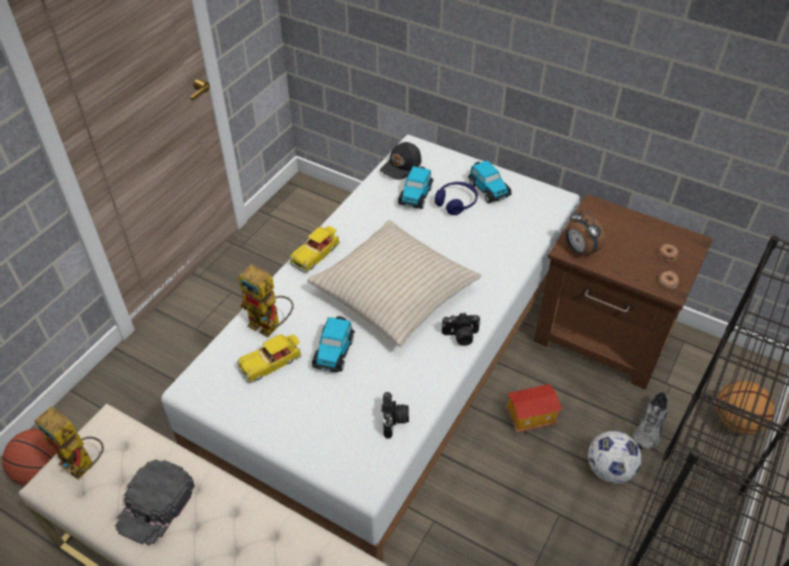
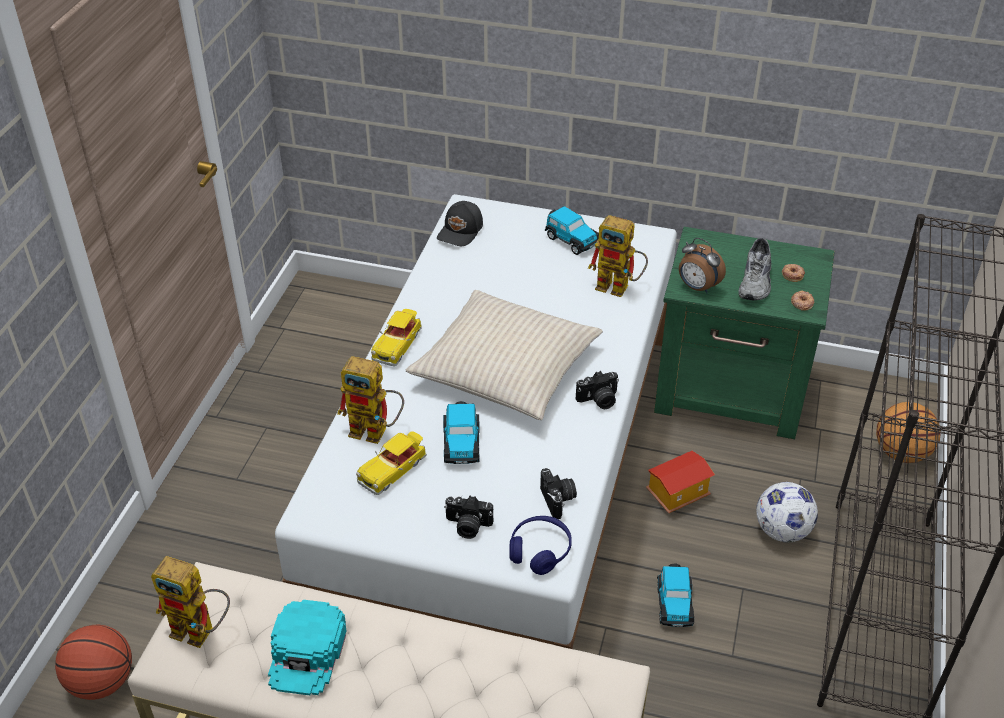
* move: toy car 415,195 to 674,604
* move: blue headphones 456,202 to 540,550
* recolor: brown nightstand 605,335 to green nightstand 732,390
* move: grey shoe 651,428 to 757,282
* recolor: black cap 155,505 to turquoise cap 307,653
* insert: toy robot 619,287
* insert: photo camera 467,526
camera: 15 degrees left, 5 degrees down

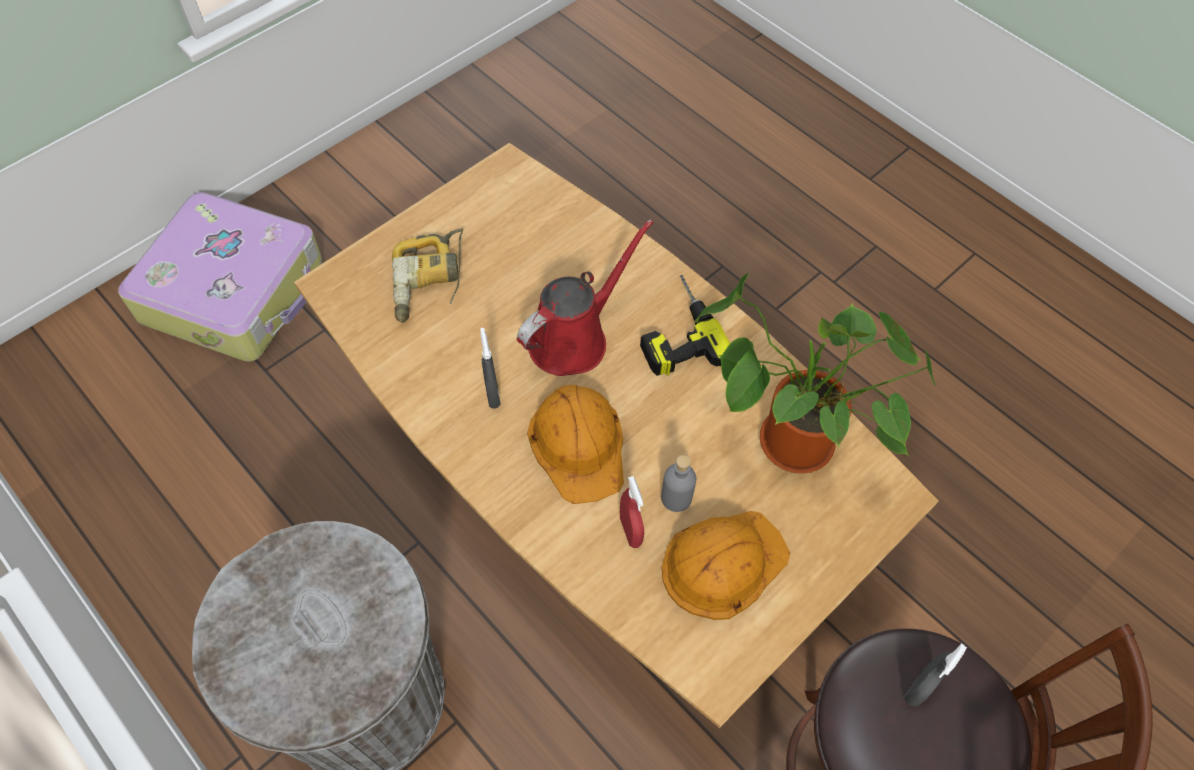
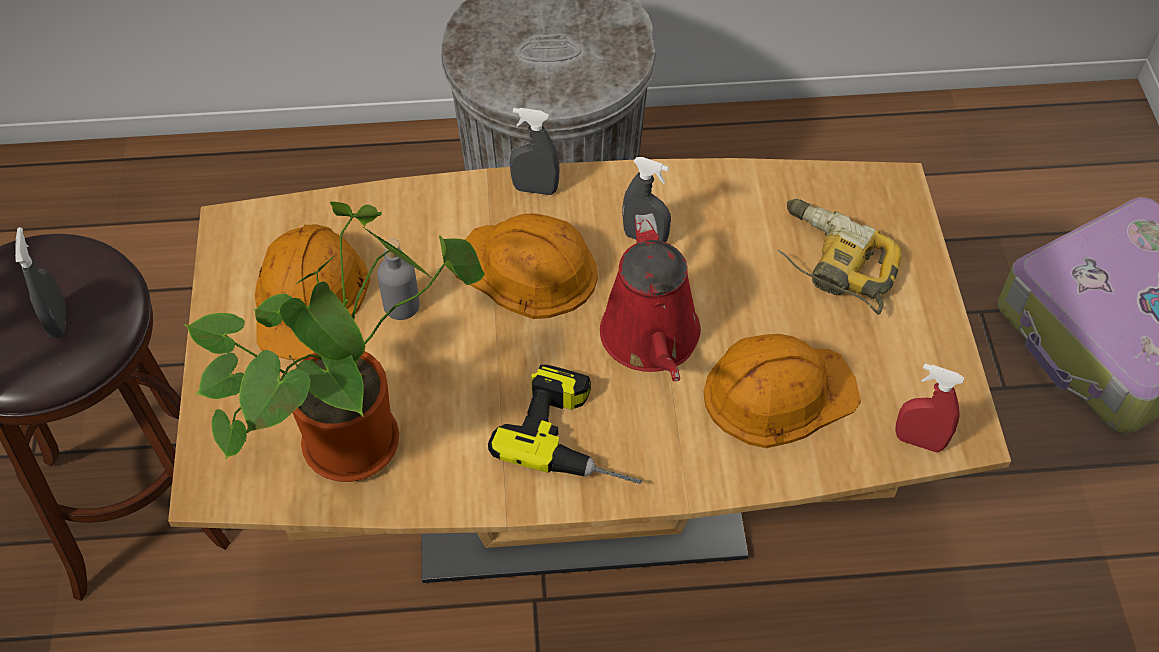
* move: red spray bottle 630,531 to 919,441
* insert: grey spray bottle 535,189
* insert: orange hard hat 778,392
camera: 130 degrees right, 5 degrees down

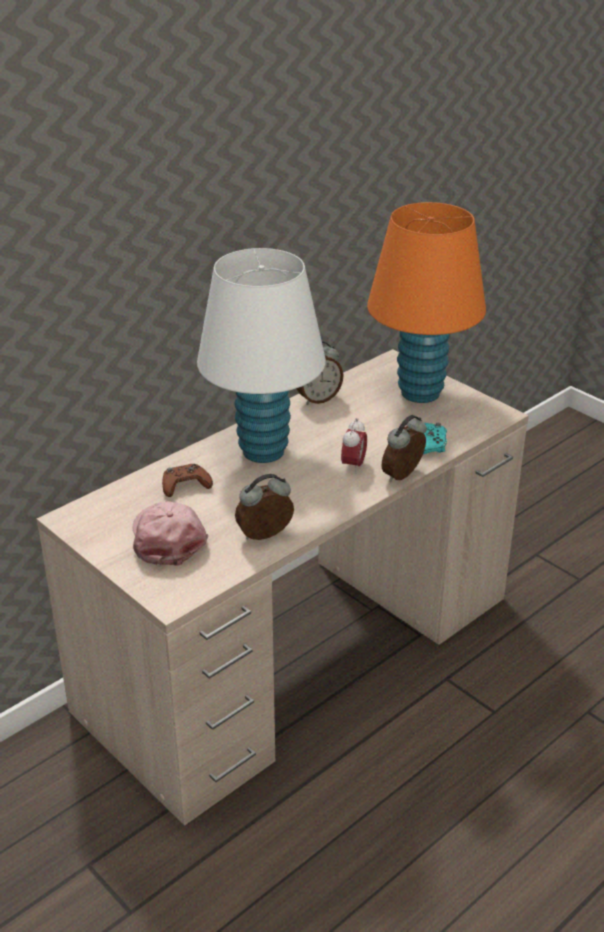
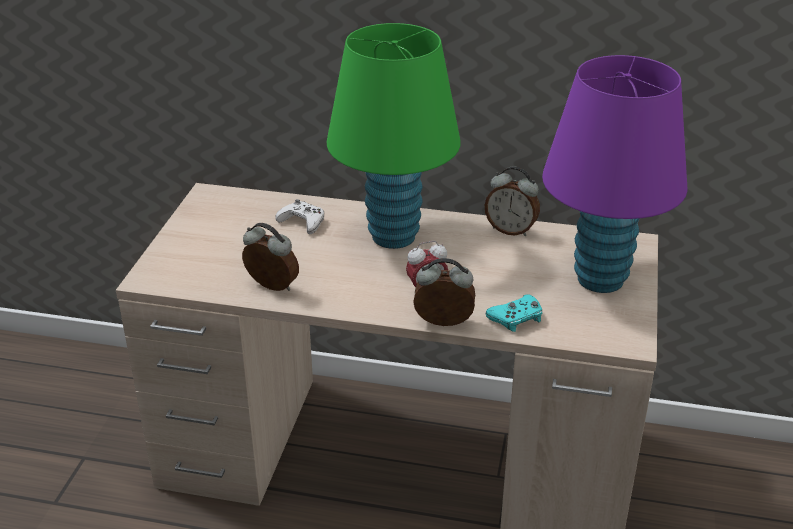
* recolor: orange table lamp 420,393 to purple table lamp 600,279
* recolor: white table lamp 263,451 to green table lamp 394,237
* recolor: brown game controller 185,485 to white game controller 303,222
* delete: pink cap 167,538
camera: 55 degrees right, 0 degrees up

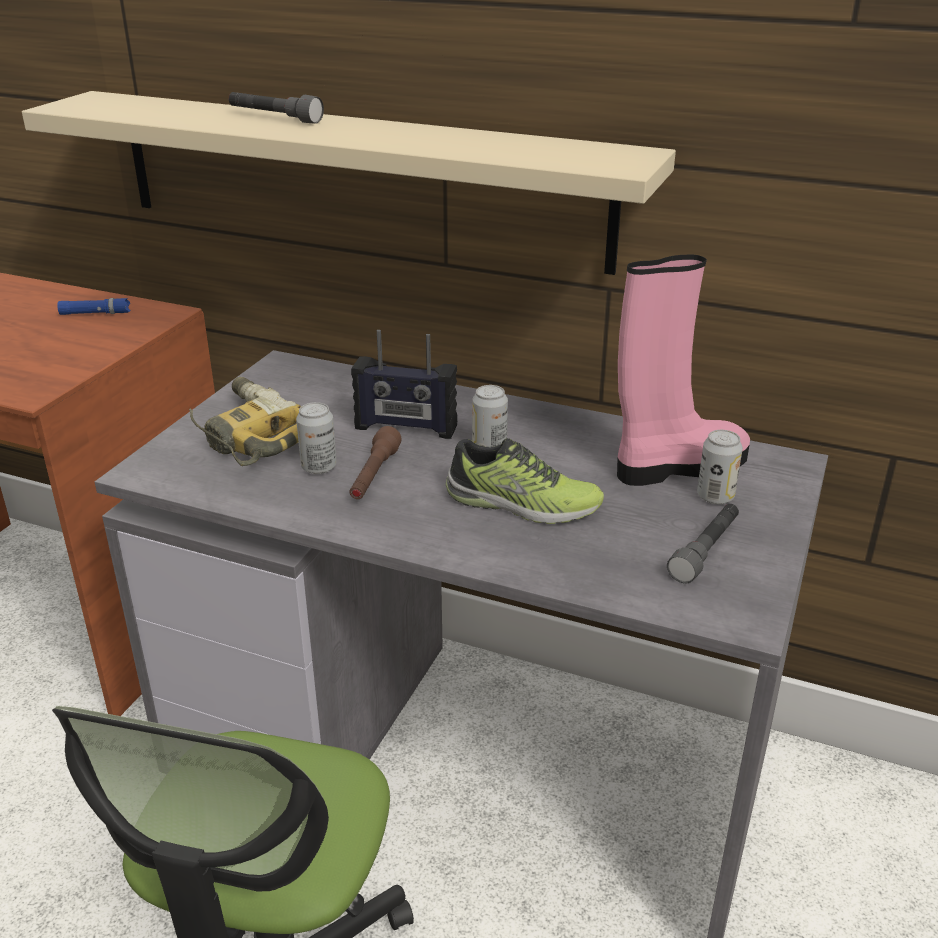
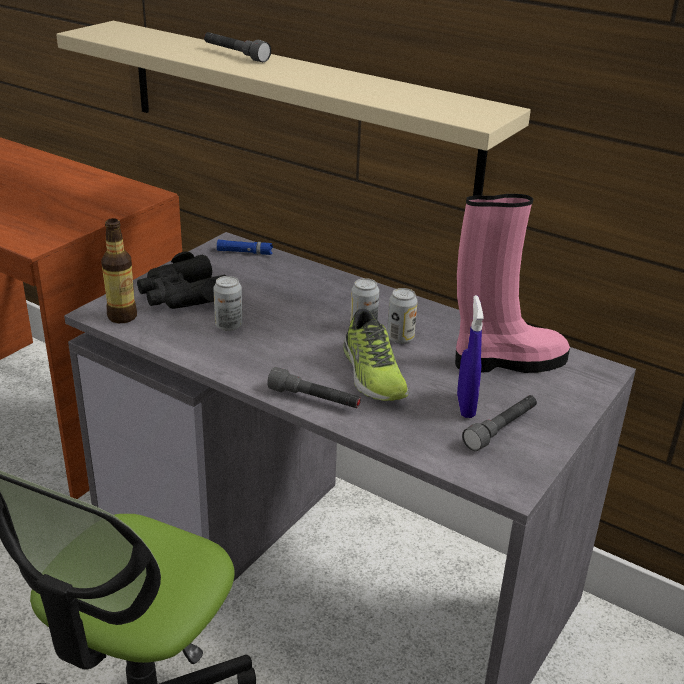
* move: blue flashlight 95,313 to 245,252
* delete: radio 405,428
* replace: power drill 246,435 to black binoculars 183,295
* delete: brown flashlight 374,476
* move: can 715,497 to 400,338
* rotate: shoe 522,504 = 372,374 45 degrees clockwise
* insert: bottle 122,316
* insert: blue spray bottle 465,406
* insert: grey flashlight 314,399
camera: 10 degrees right, 0 degrees up

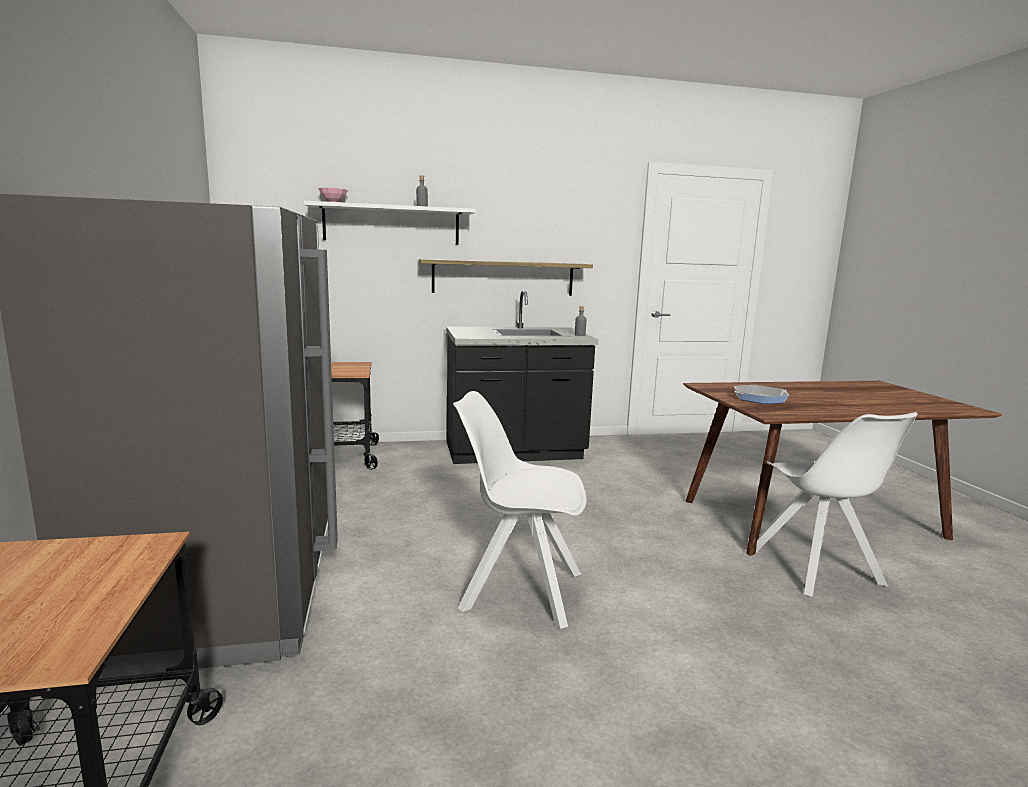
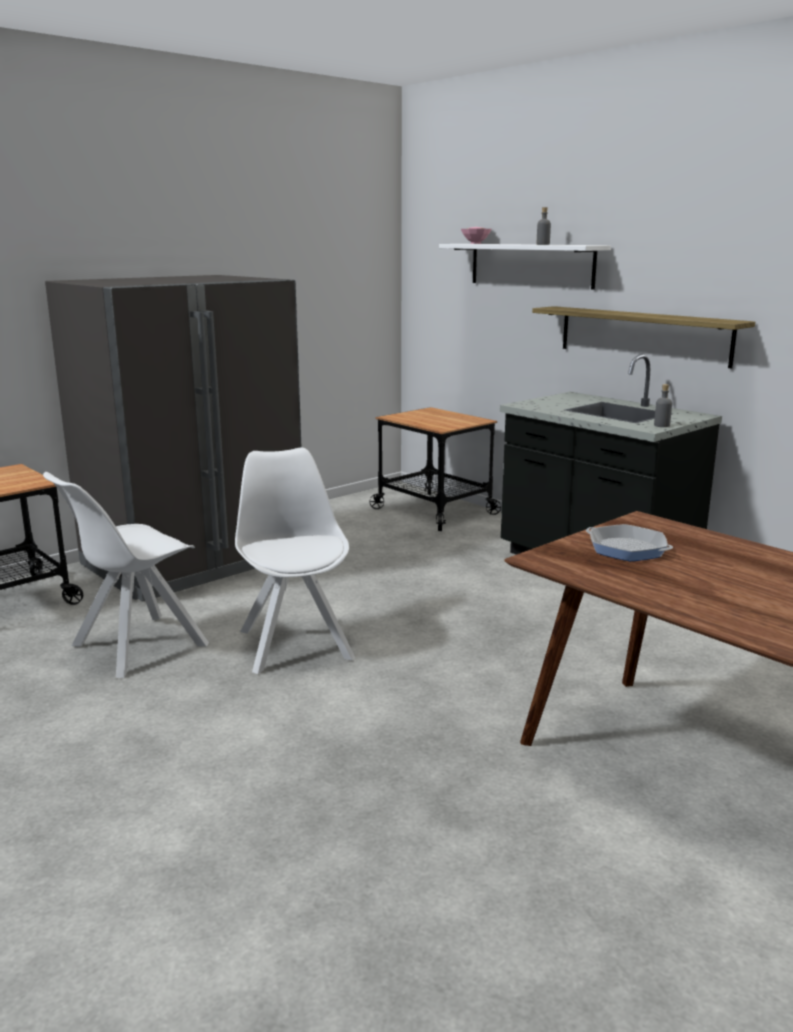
* move: white chair 816,569 to 136,647
camera: 60 degrees right, 5 degrees up

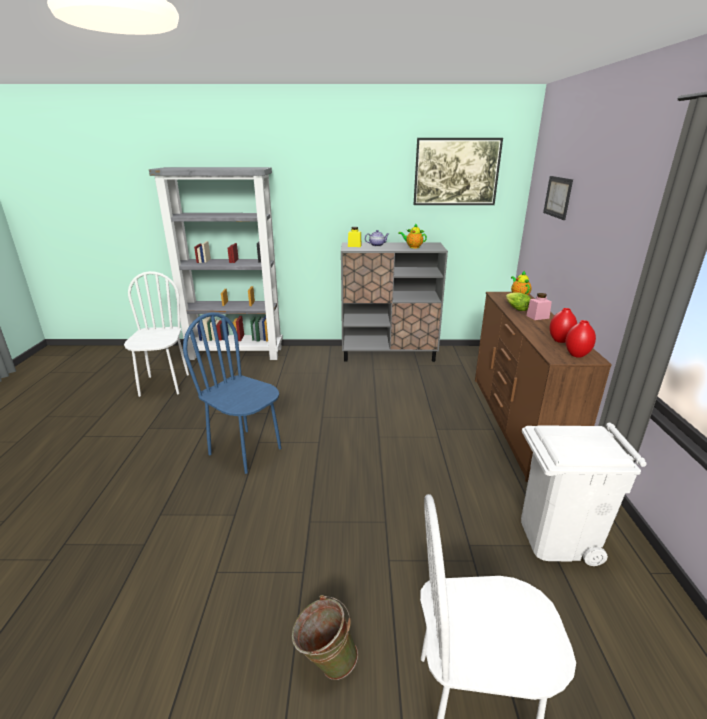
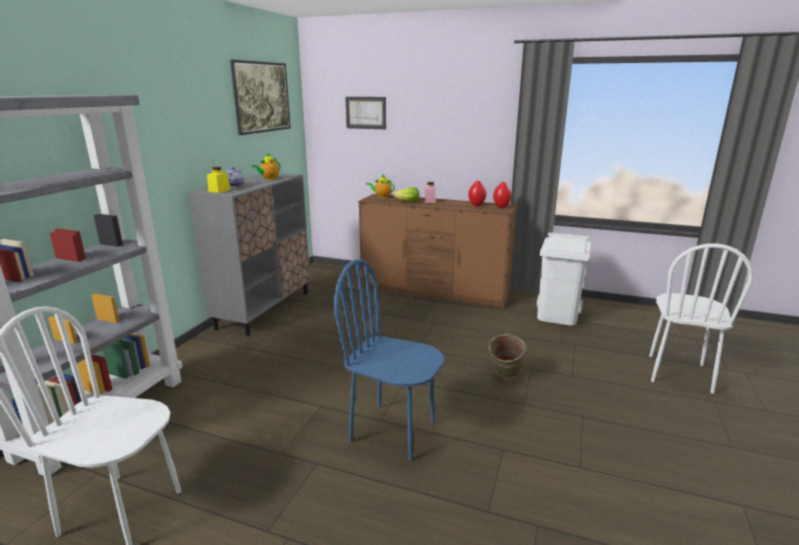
* rotate: blue chair 245,451 = 393,431 60 degrees clockwise
* move: green bucket 325,661 to 504,377
camera: 70 degrees left, 5 degrees down

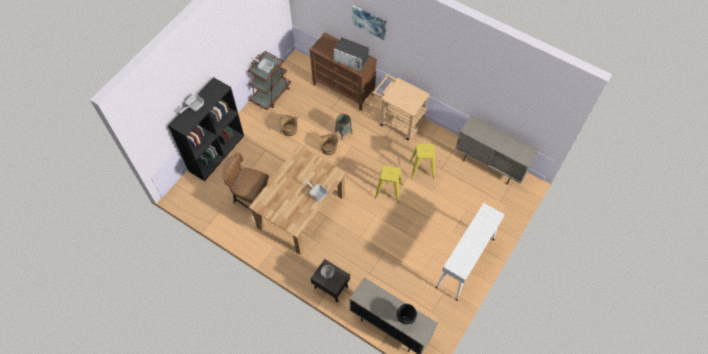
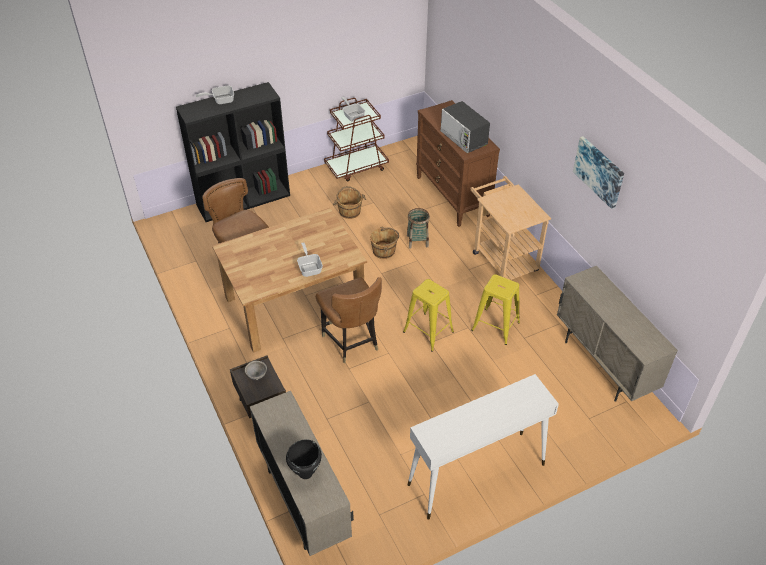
* move: picture 369,21 to 599,171
* insert: brown chair 351,341
camera: 30 degrees right, 15 degrees down

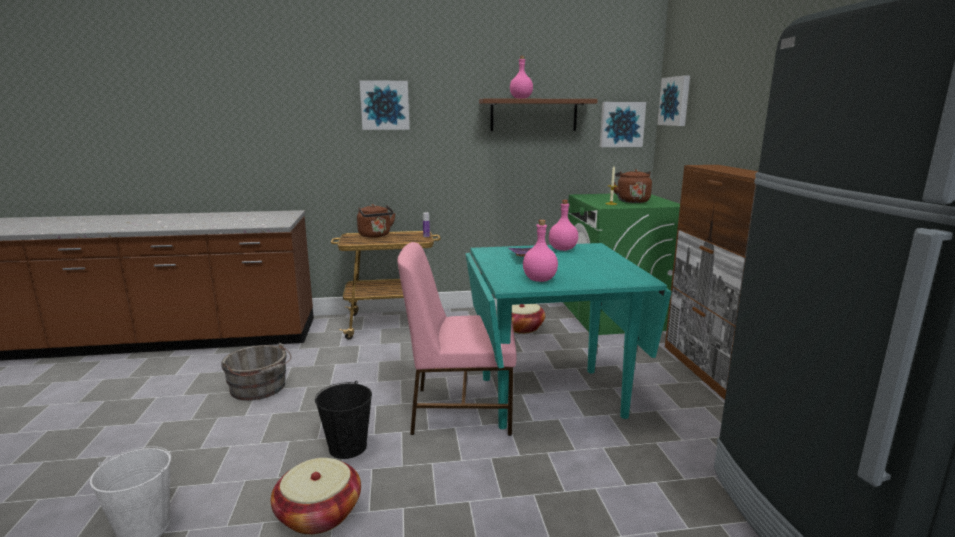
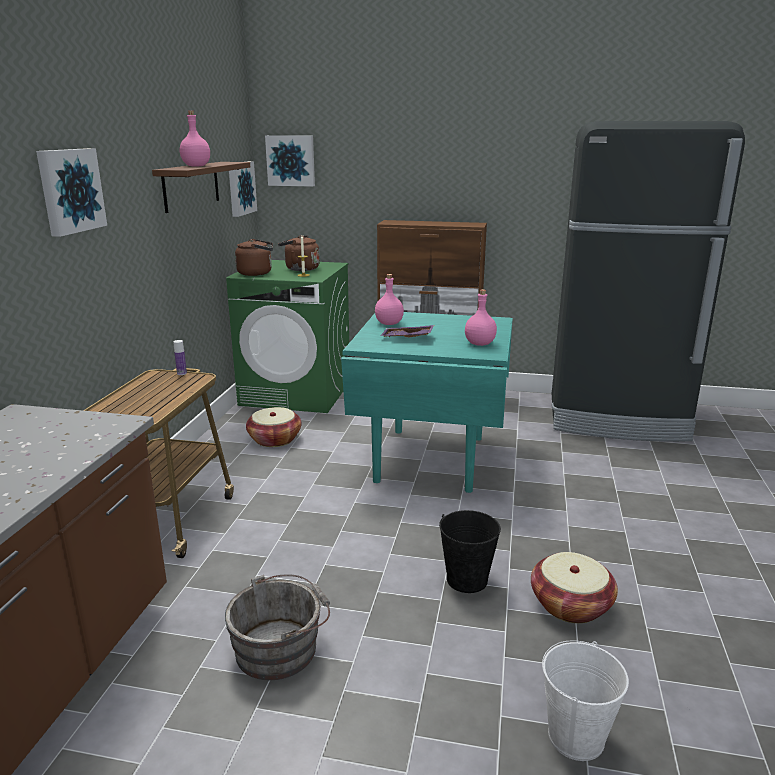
* move: brown kettle 375,235 to 257,273
* delete: pink chair 460,410
camera: 70 degrees left, 5 degrees up

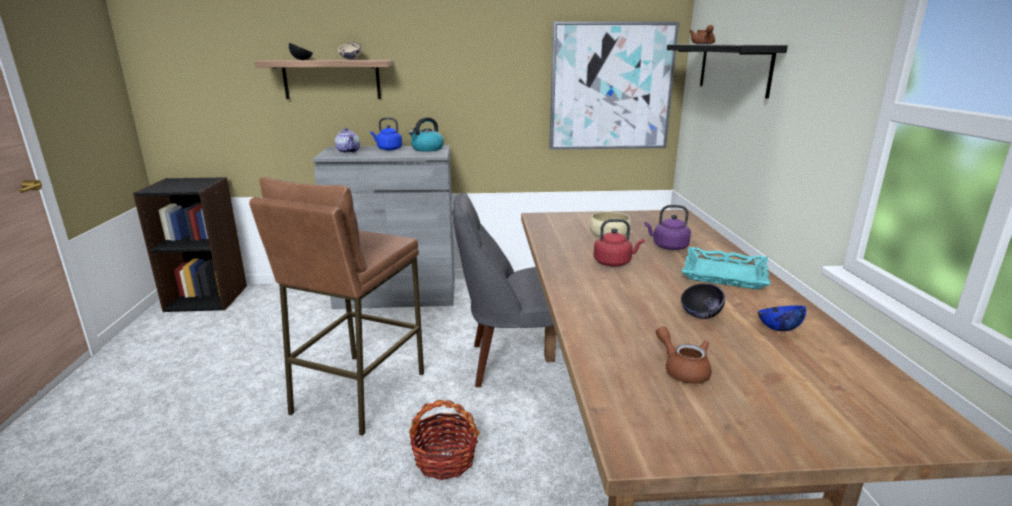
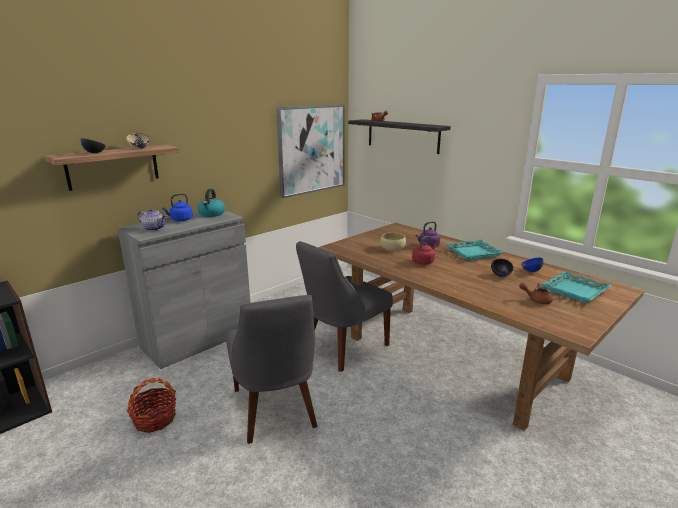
* replace: brown stool 358,392 to grey chair 275,410
* move: basket 445,459 to 154,419
* insert: turquoise tray 575,291
camera: 40 degrees left, 0 degrees up

